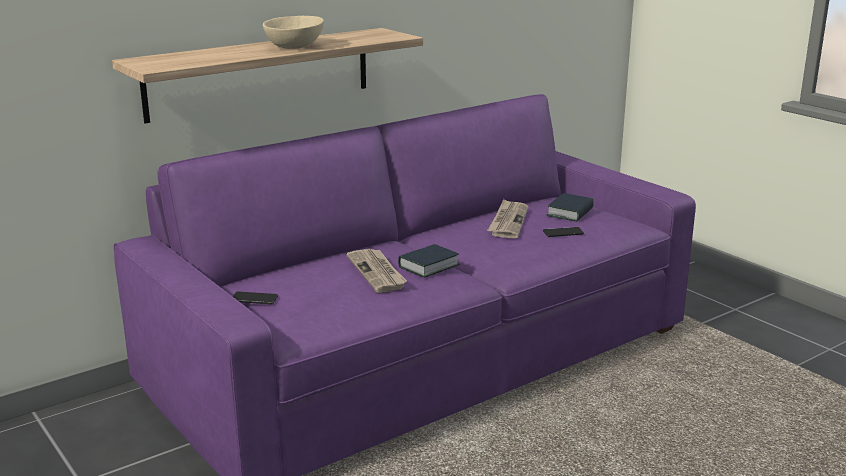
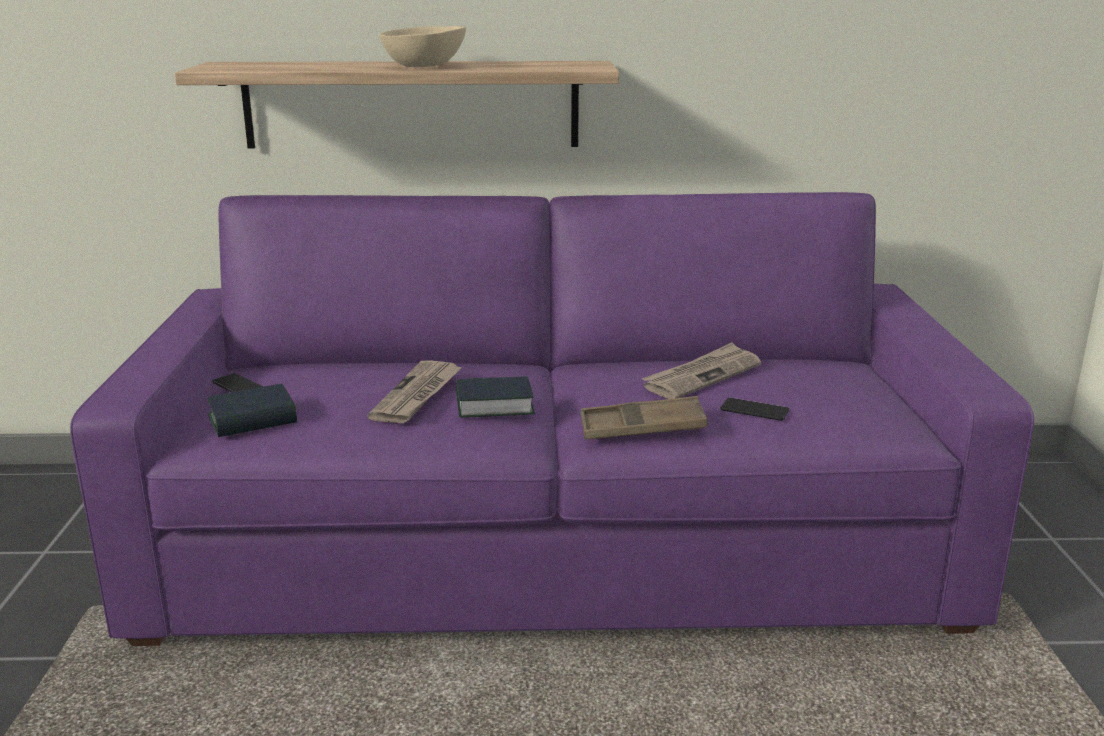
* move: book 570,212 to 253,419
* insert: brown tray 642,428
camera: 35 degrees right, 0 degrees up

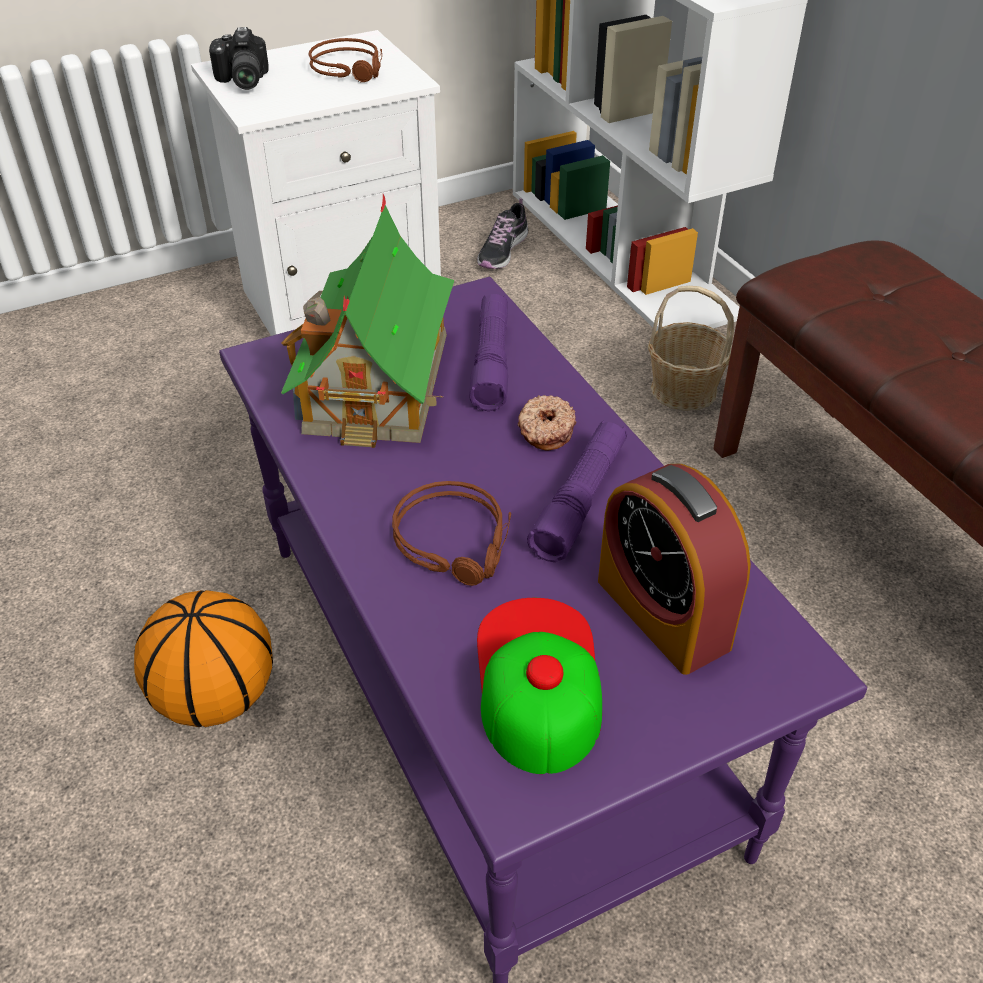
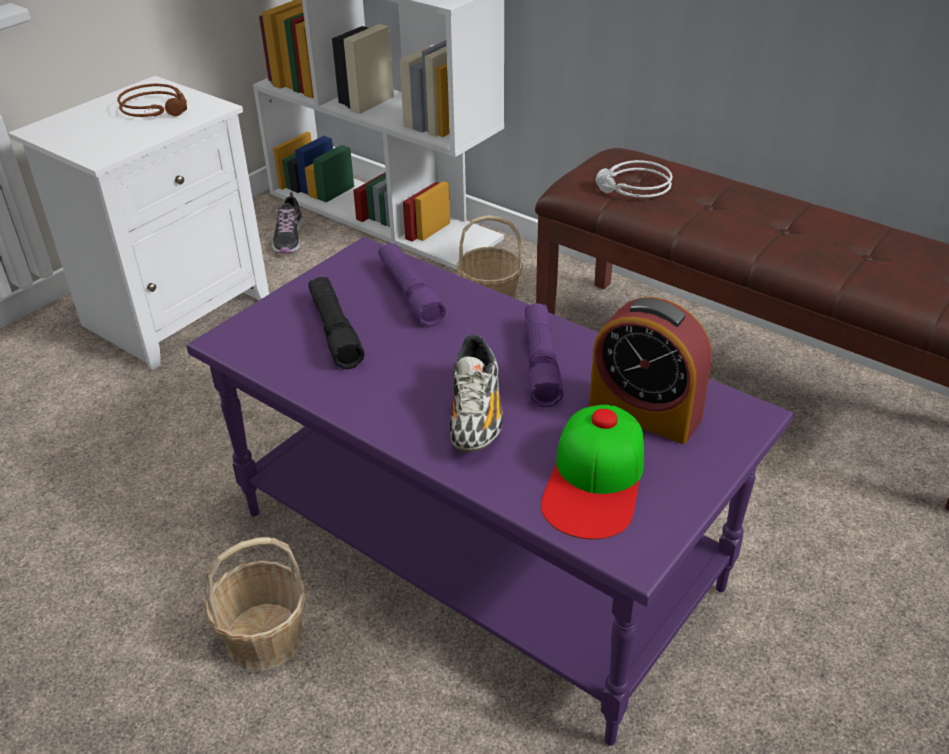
* delete: photo camera 241,81
* replace: toy house 377,382 to black flashlight 335,331
* delete: donut 545,430
* replace: brown headphones 457,542 to shoe 476,415
* replace: basketball 215,696 to basket 264,638
* rotate: cap 537,680 = 595,480 135 degrees counterclockwise
* insert: grey headphones 633,188
camera: 25 degrees left, 5 degrees down

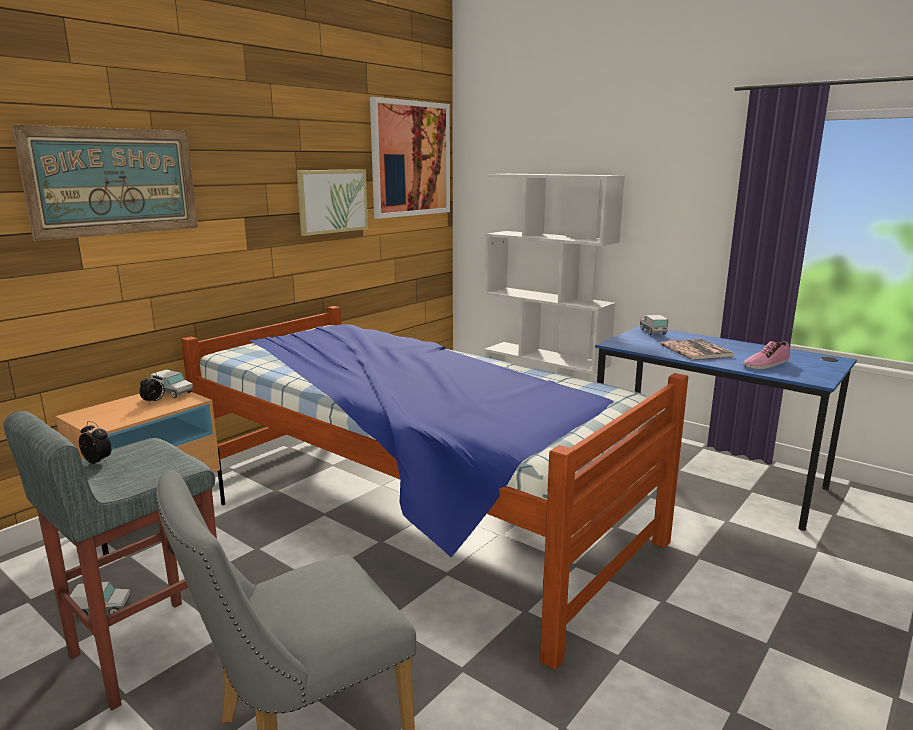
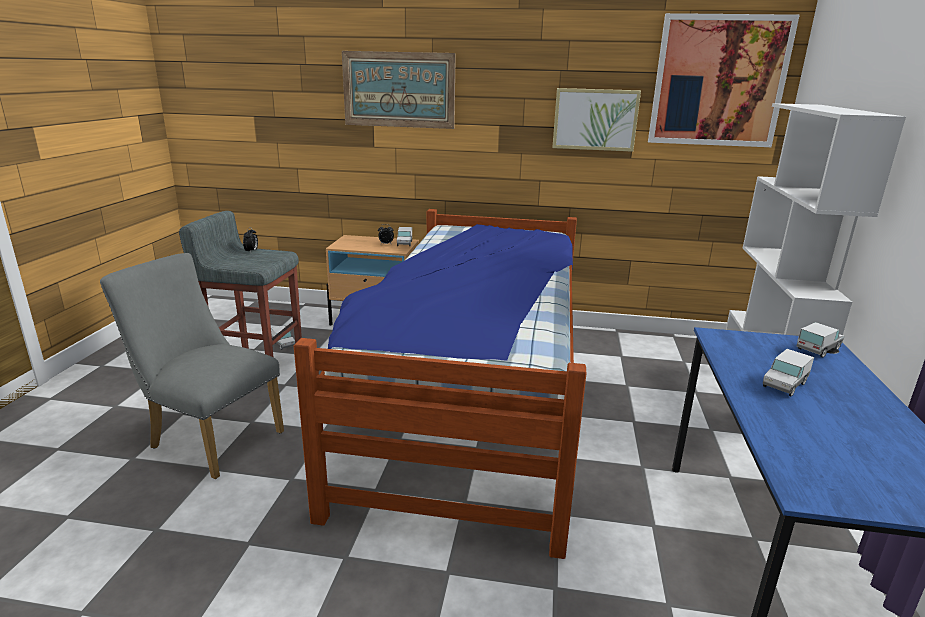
* replace: book 696,351 to toy truck 784,385
* delete: shoe 765,364
camera: 60 degrees right, 5 degrees up

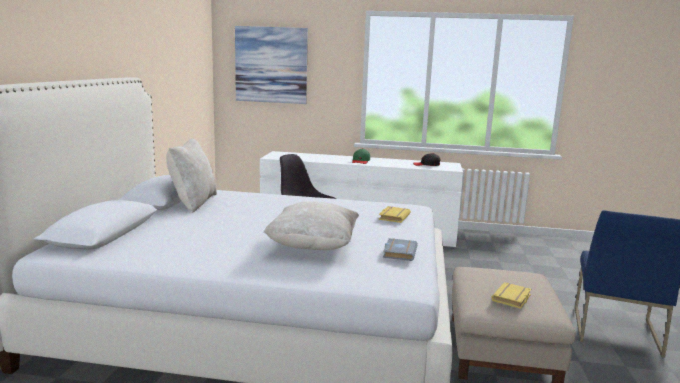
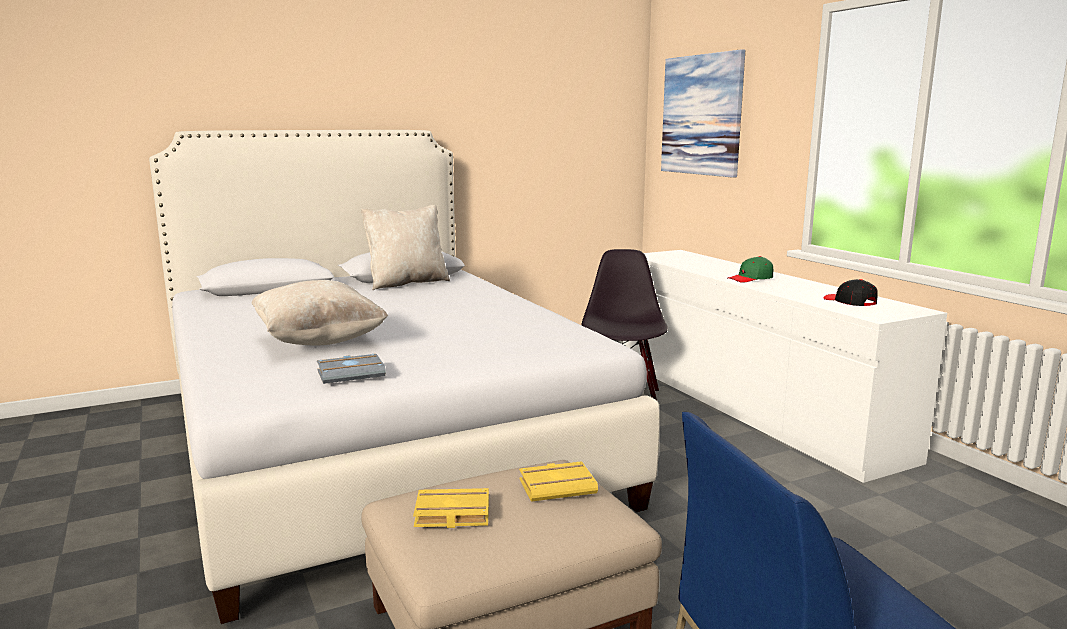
* move: yellow book 393,217 to 558,486
camera: 55 degrees right, 0 degrees up

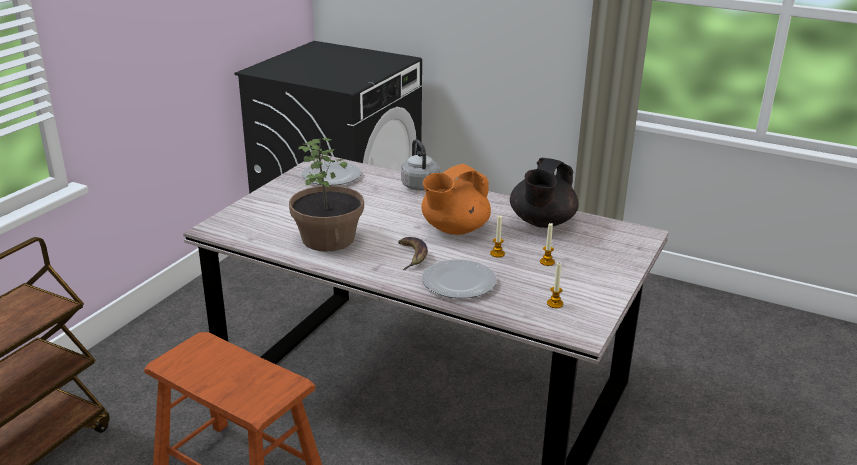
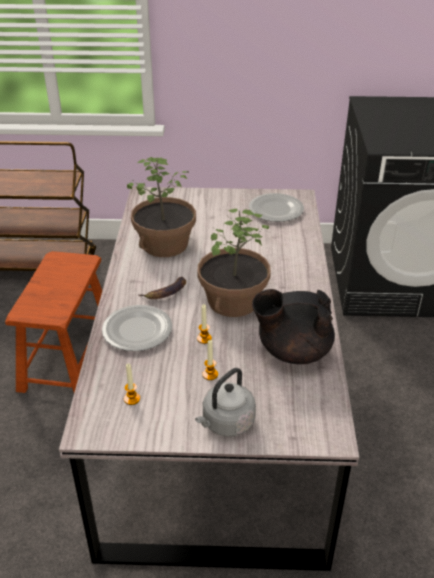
* move: grey kettle 421,187 to 226,423
* replace: orange teapot 454,229 to potted plant 232,300
camera: 65 degrees right, 10 degrees up

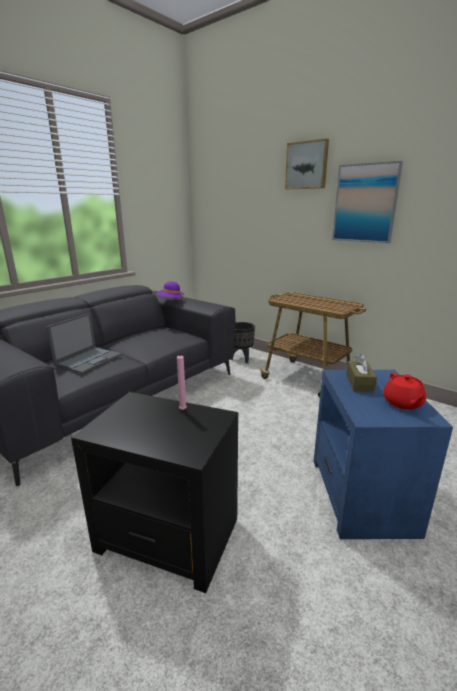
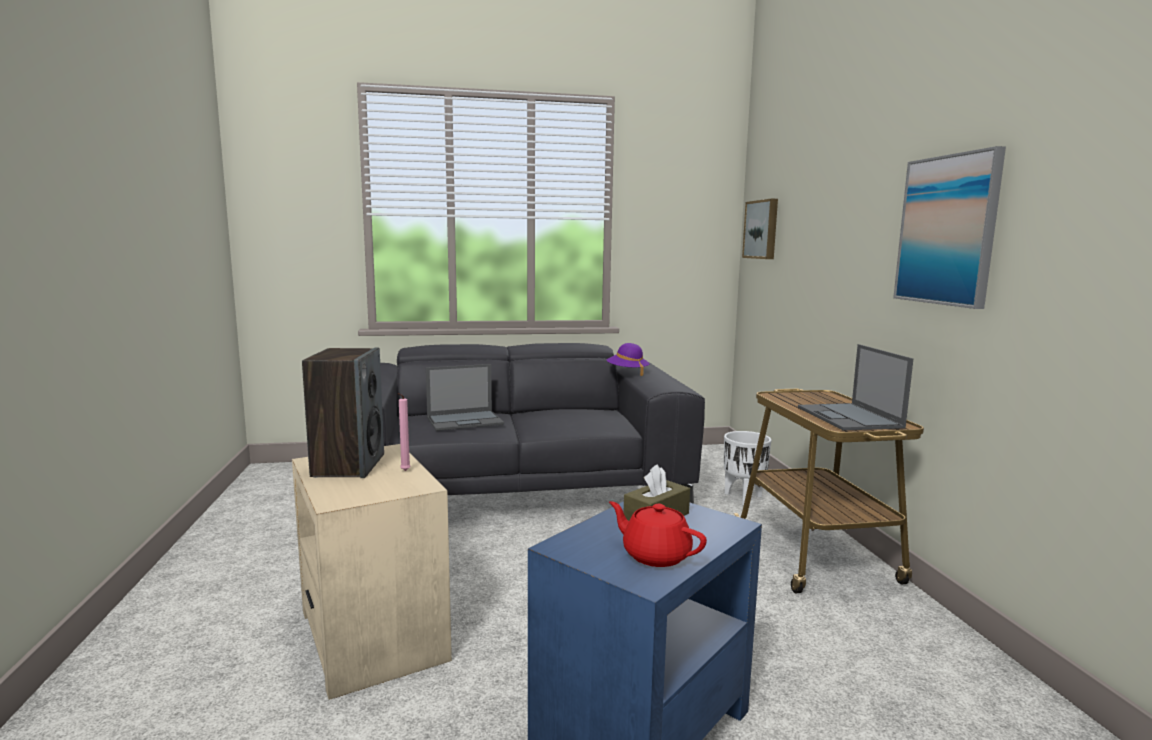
* move: picture 307,165 to 762,229
* recolor: black planter 241,359 to white planter 744,498
* rotate: red teapot 402,403 = 655,555 90 degrees clockwise
* recolor: black side table 168,535 to beige side table 372,636
* insert: laptop 850,417
* insert: speaker 348,465
camera: 40 degrees right, 10 degrees down

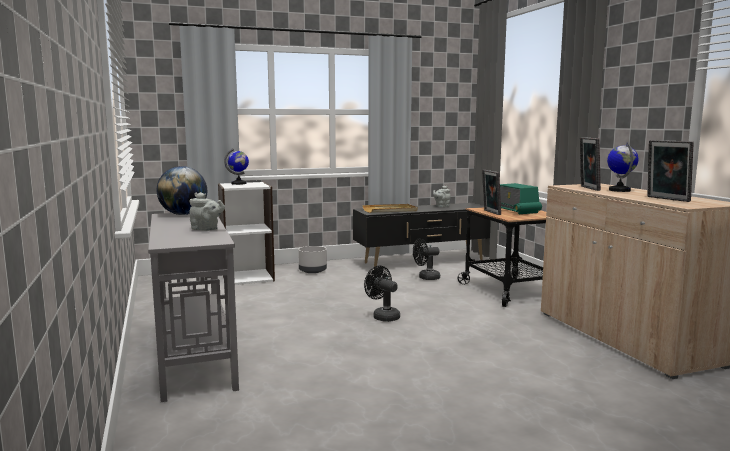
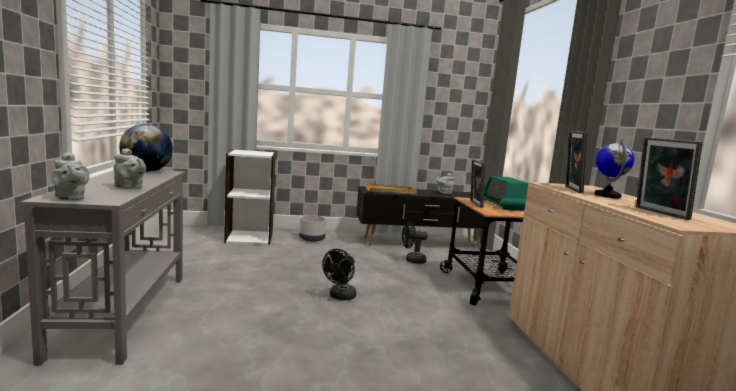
* delete: globe 239,183
* rotate: black fan 383,316 = 340,297 120 degrees counterclockwise
* insert: grey teapot 70,198
camera: 10 degrees right, 0 degrees up

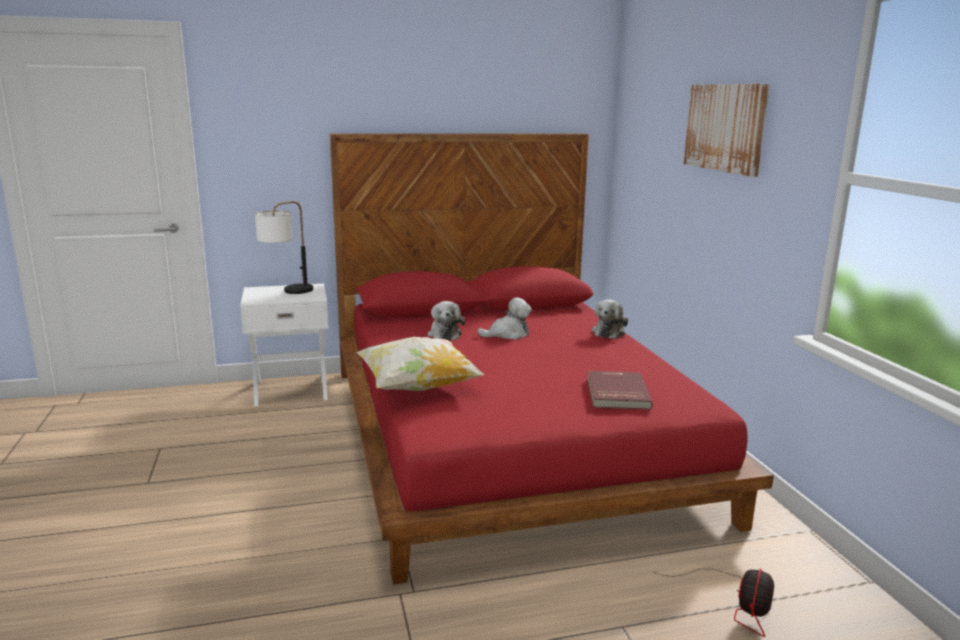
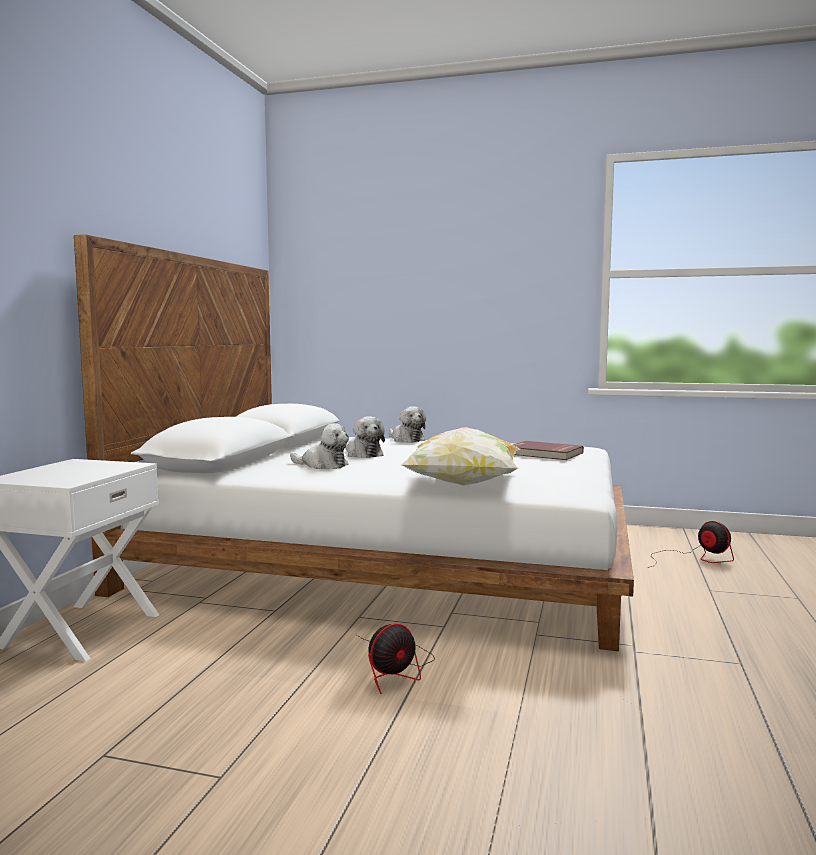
* delete: picture 725,127
* recolor: red bed 509,437 to white bed 392,559
* delete: table lamp 287,293
* rotate: plush toy 507,334 = 363,454 135 degrees clockwise
* insert: fan 395,670
camera: 60 degrees left, 10 degrees down

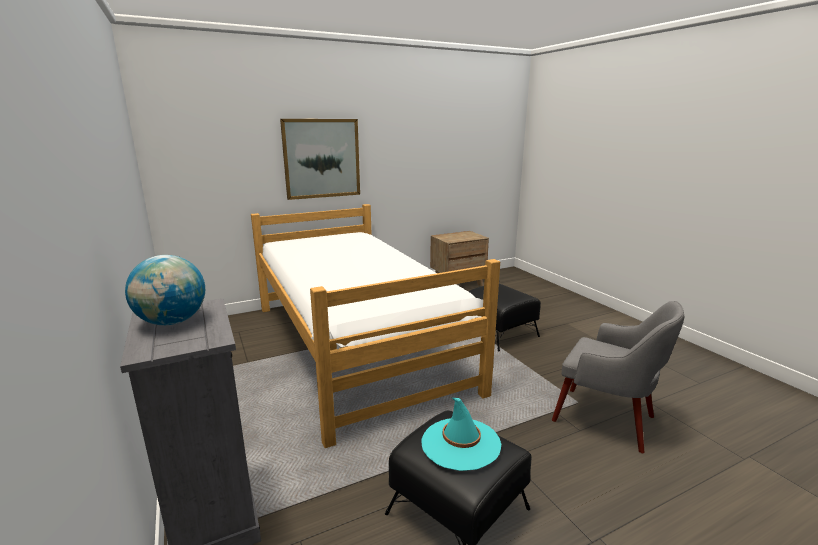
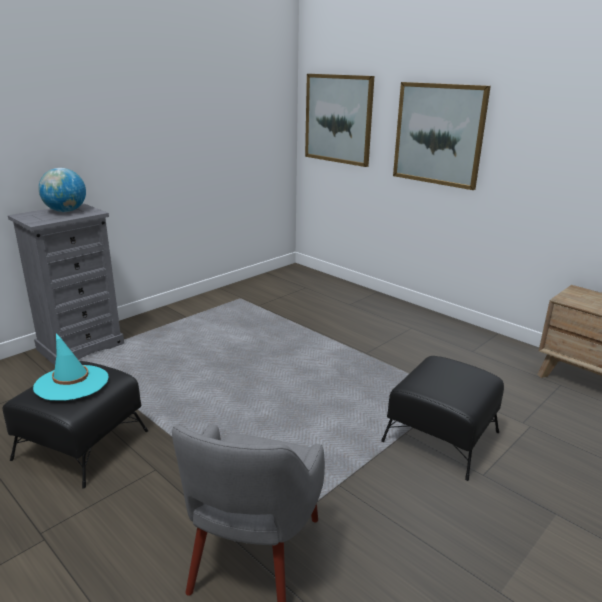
* delete: bed 355,345
* insert: picture 338,119
camera: 70 degrees right, 5 degrees up

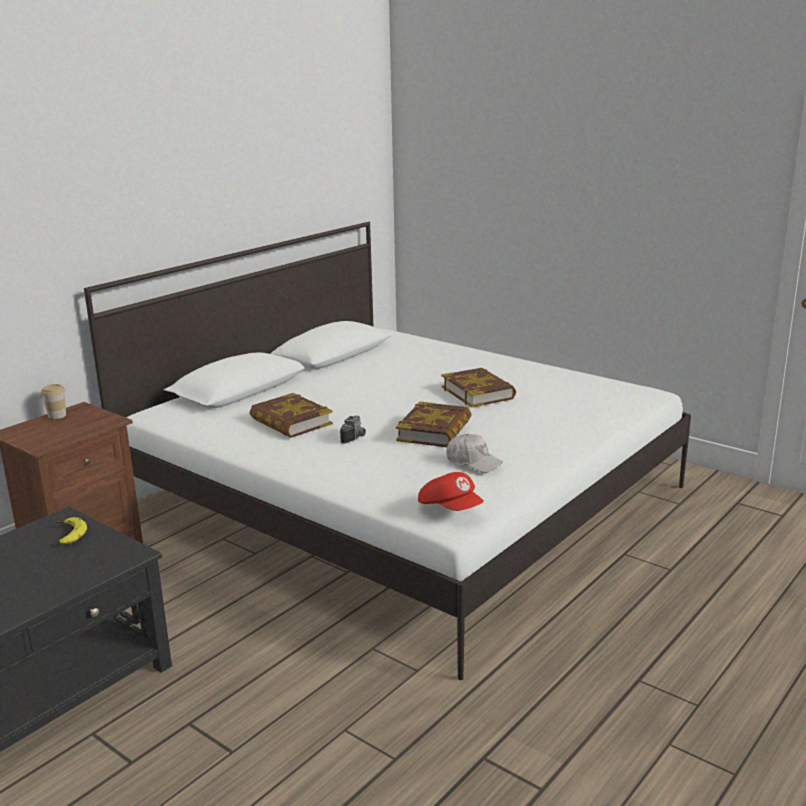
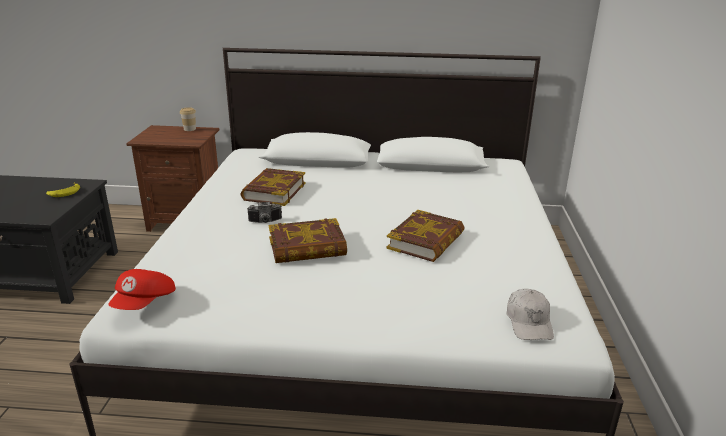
* move: white cap 473,462 to 529,322
camera: 55 degrees right, 5 degrees up

